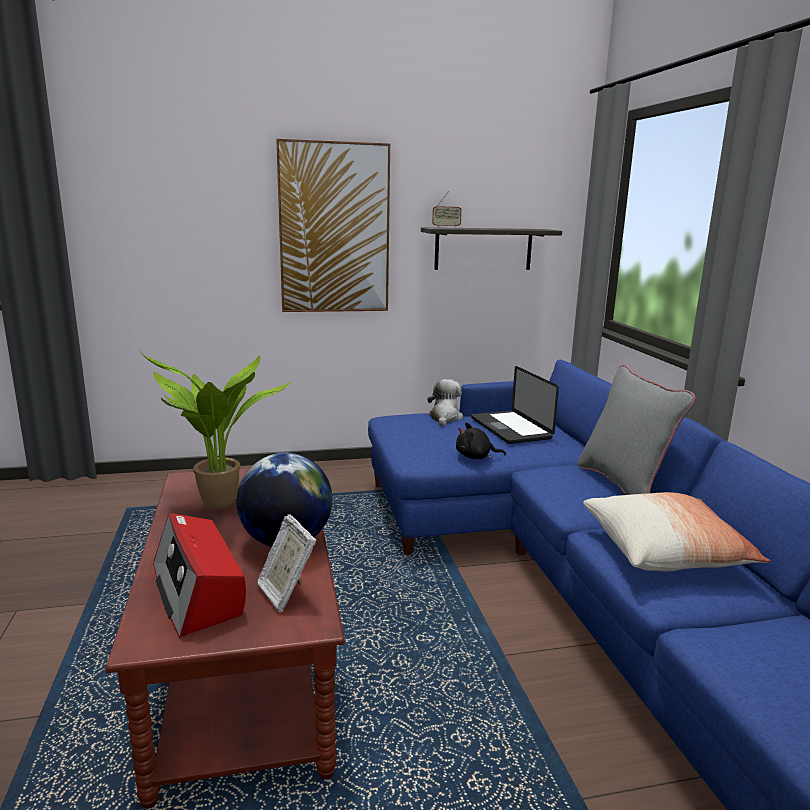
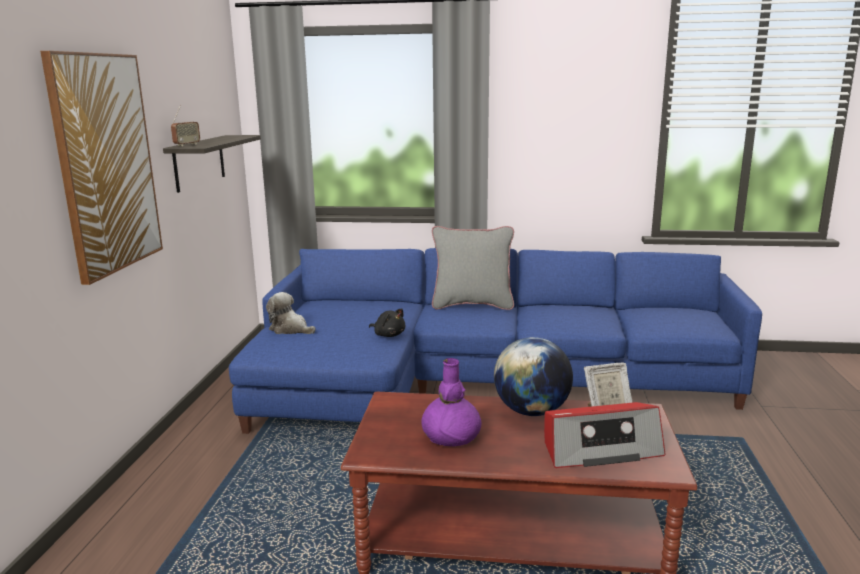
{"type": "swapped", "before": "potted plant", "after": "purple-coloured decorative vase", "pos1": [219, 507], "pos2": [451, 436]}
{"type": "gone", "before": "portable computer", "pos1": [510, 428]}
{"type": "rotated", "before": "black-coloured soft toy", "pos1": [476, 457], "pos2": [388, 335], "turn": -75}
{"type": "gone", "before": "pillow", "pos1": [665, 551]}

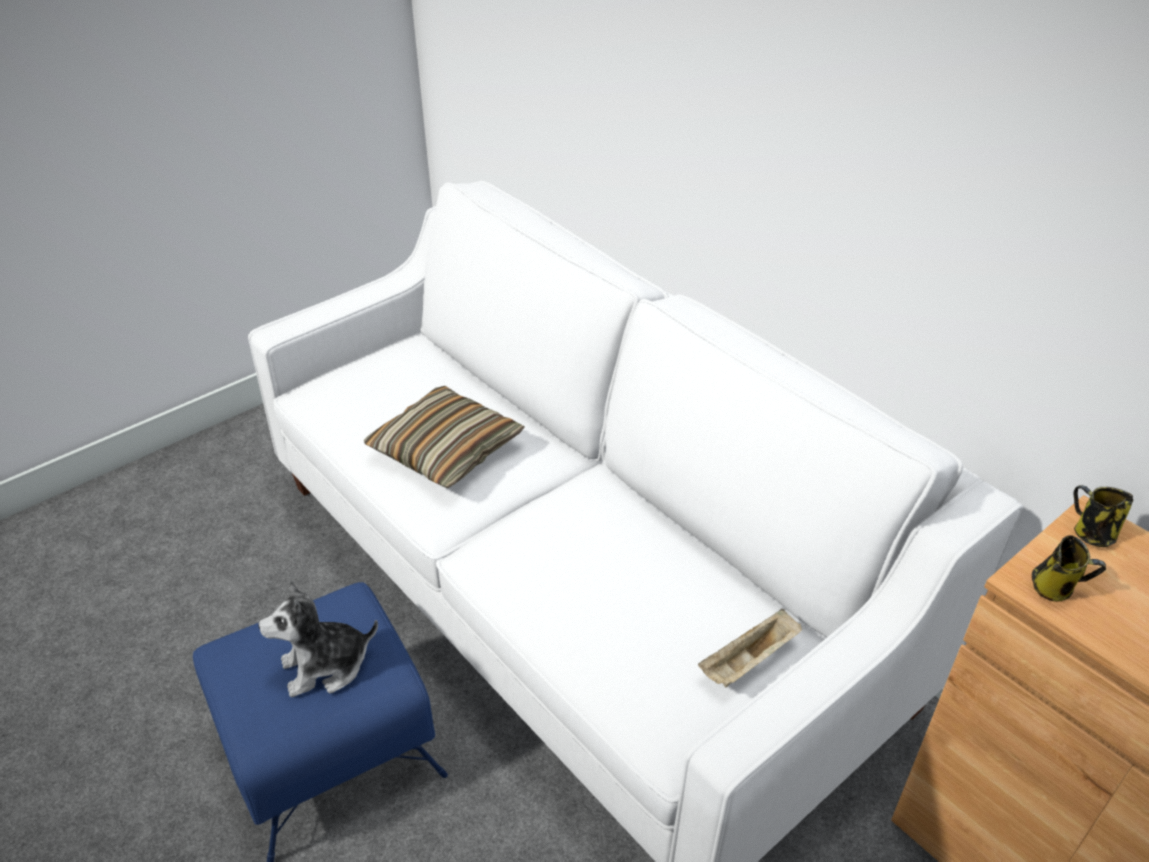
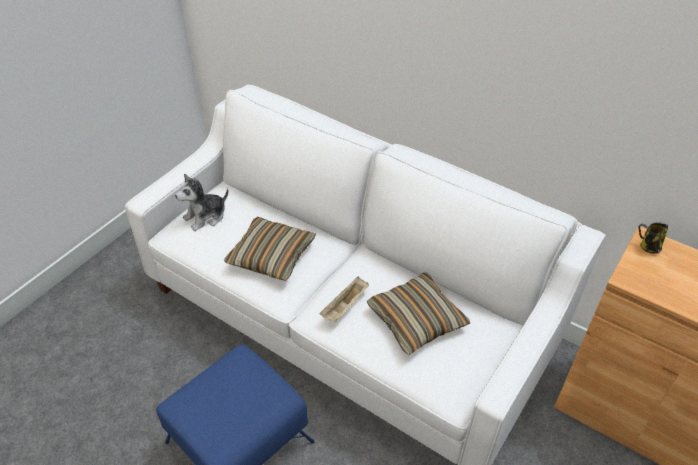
{"type": "gone", "before": "tea mug", "pos1": [1055, 588]}
{"type": "shifted", "before": "soft toy", "pos1": [325, 666], "pos2": [206, 216]}
{"type": "shifted", "before": "beige-coloured tray", "pos1": [749, 661], "pos2": [345, 306]}
{"type": "new", "after": "pillow", "pos2": [416, 319]}

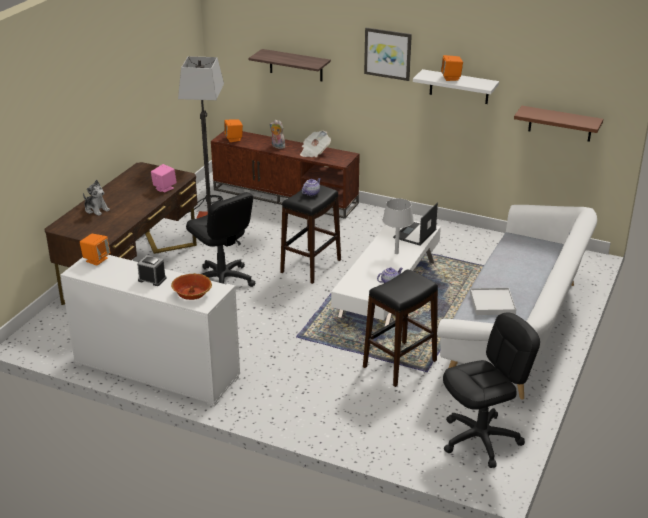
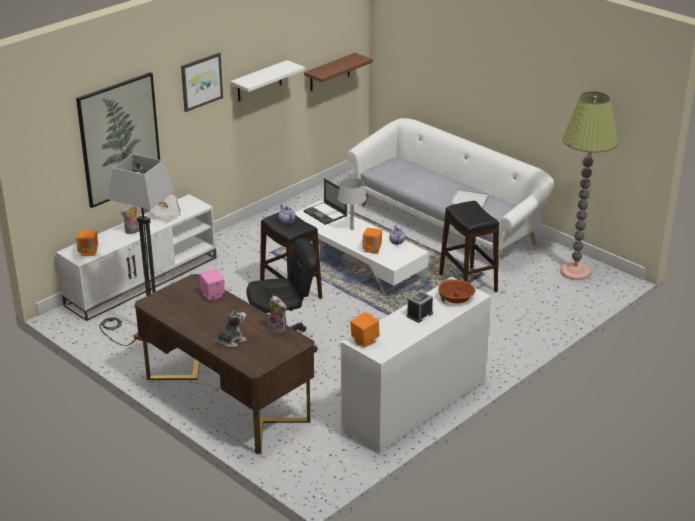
{"type": "swapped", "before": "shelf", "after": "wall art", "pos1": [296, 65], "pos2": [119, 139]}
{"type": "shifted", "before": "orangey audio speaker", "pos1": [451, 78], "pos2": [372, 249]}
{"type": "repainted", "before": "brown-coloured tv unit", "after": "white-coloured tv unit", "pos1": [286, 196], "pos2": [142, 280]}
{"type": "swapped", "before": "black-coloured desk chair", "after": "floor lamp", "pos1": [481, 439], "pos2": [575, 272]}
{"type": "new", "after": "soft toy", "pos2": [278, 328]}

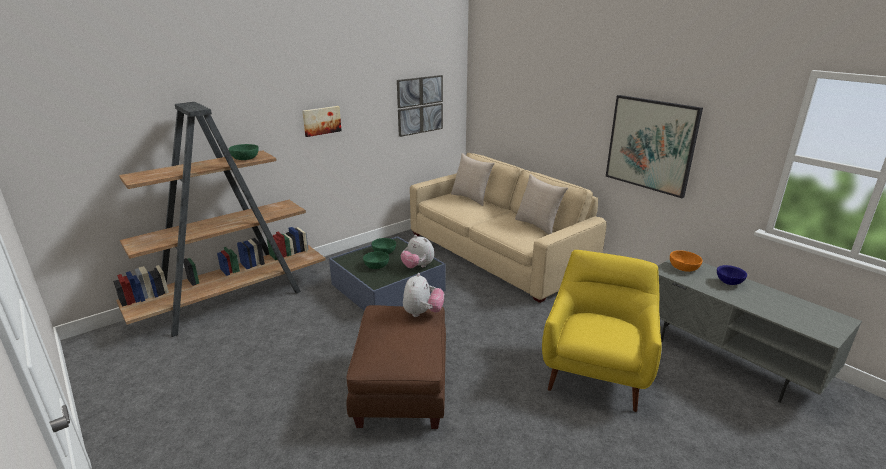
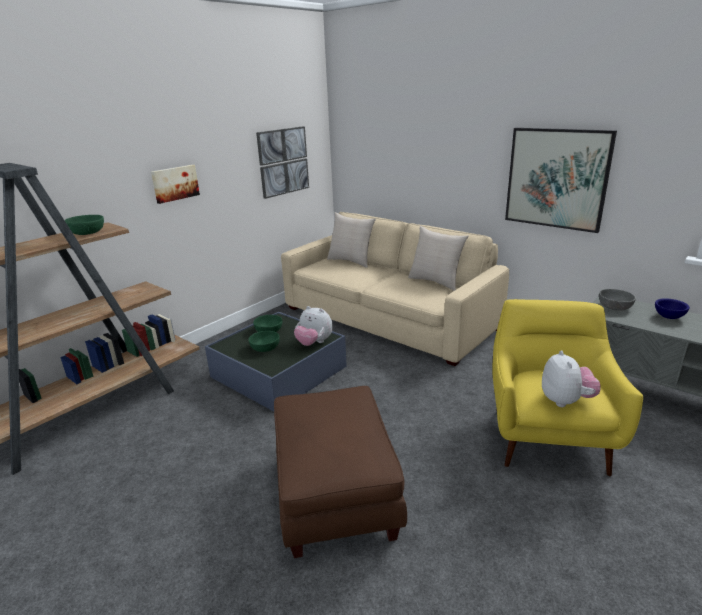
{"type": "repainted", "before": "orangey serving bowl", "after": "gray serving bowl", "pos1": [684, 267], "pos2": [614, 306]}
{"type": "shifted", "before": "soft toy", "pos1": [422, 313], "pos2": [566, 401]}

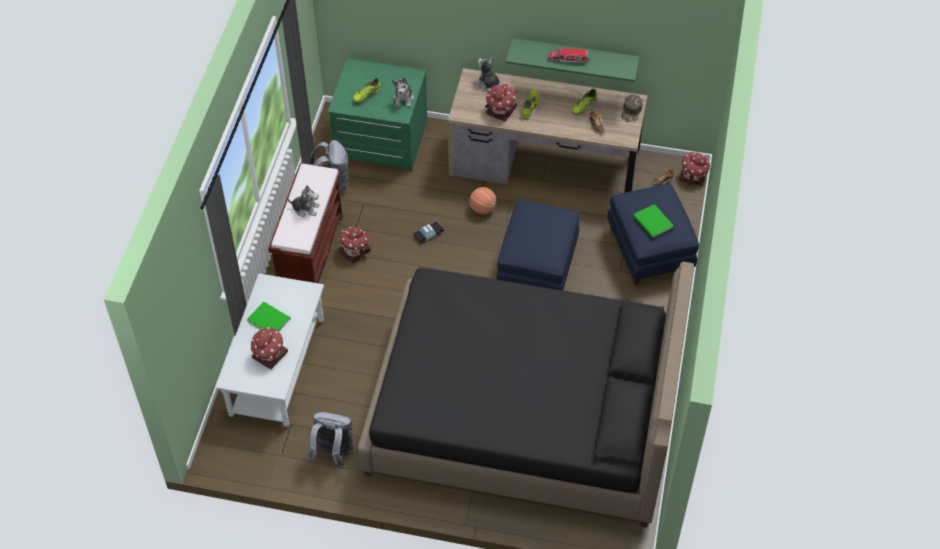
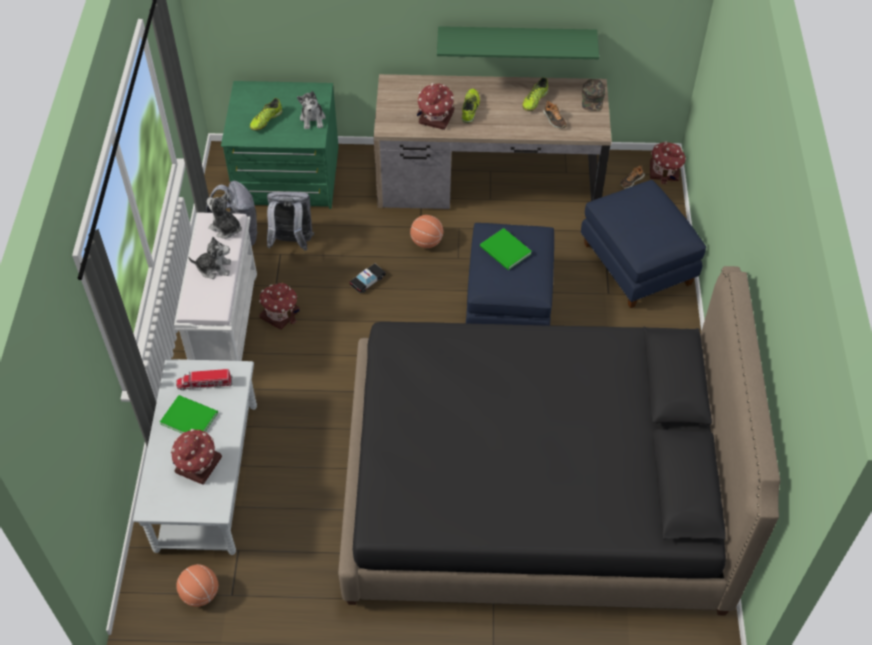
{"type": "shifted", "before": "toy lorry", "pos1": [568, 59], "pos2": [205, 384]}
{"type": "shifted", "before": "soft toy", "pos1": [488, 84], "pos2": [225, 229]}
{"type": "repainted", "before": "brown-coloured indoor bench", "after": "white-coloured indoor bench", "pos1": [310, 251], "pos2": [225, 322]}
{"type": "shifted", "before": "greenish bound book", "pos1": [652, 223], "pos2": [505, 251]}
{"type": "shifted", "before": "gray knapsack", "pos1": [333, 454], "pos2": [292, 242]}
{"type": "new", "after": "basketball", "pos2": [200, 593]}

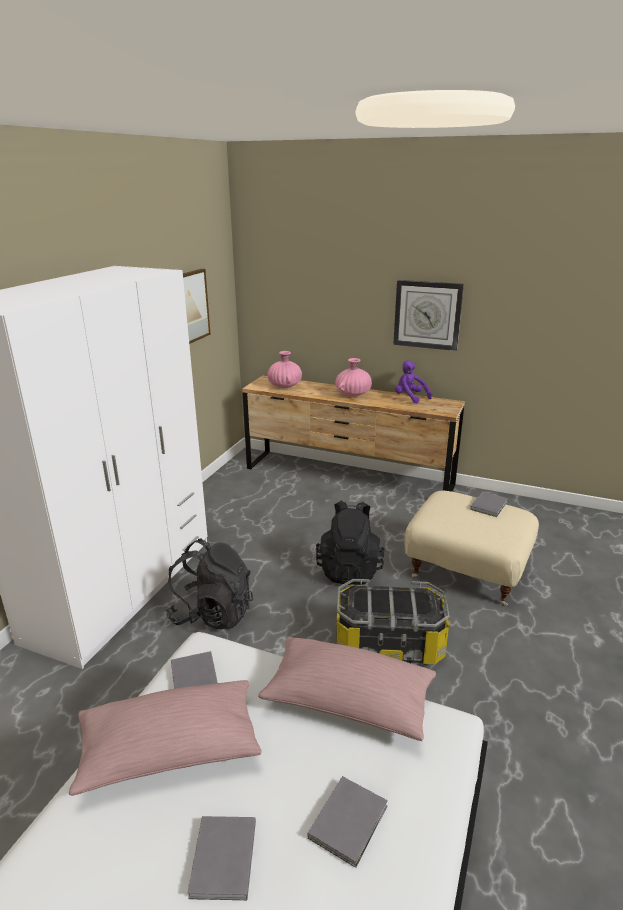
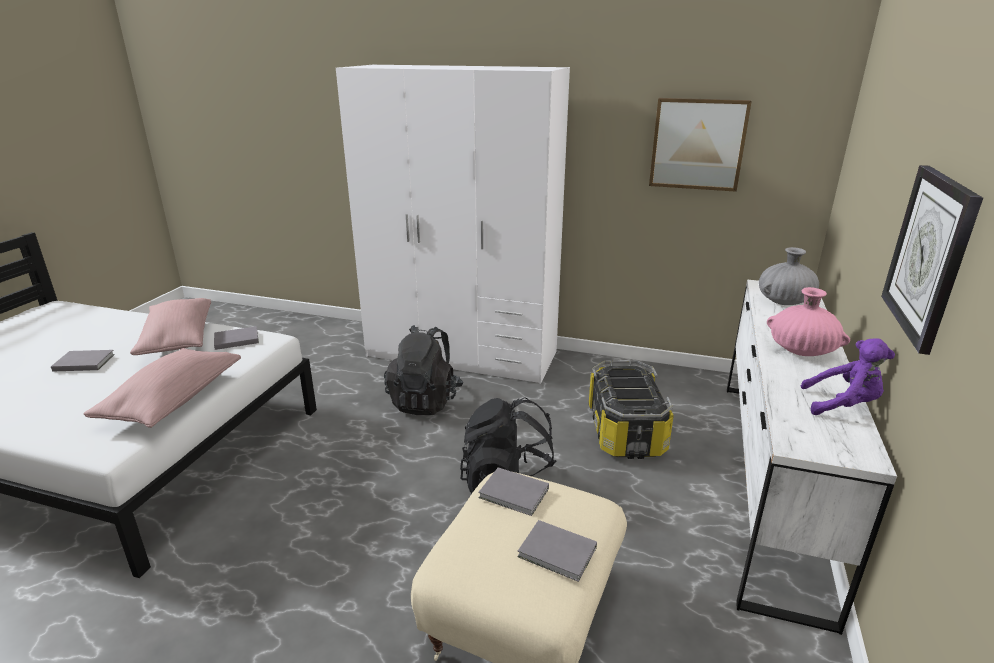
{"type": "repainted", "before": "pinkish decorative vase", "after": "gray decorative vase", "pos1": [285, 386], "pos2": [784, 302]}
{"type": "rotated", "before": "purple-coloured soft toy", "pos1": [410, 397], "pos2": [842, 405], "turn": 60}
{"type": "repainted", "before": "brown-coloured chest of drawers", "after": "white-coloured chest of drawers", "pos1": [347, 476], "pos2": [768, 480]}
{"type": "shifted", "before": "storage container", "pos1": [389, 643], "pos2": [626, 431]}
{"type": "shifted", "before": "gray bound book", "pos1": [350, 820], "pos2": [515, 494]}

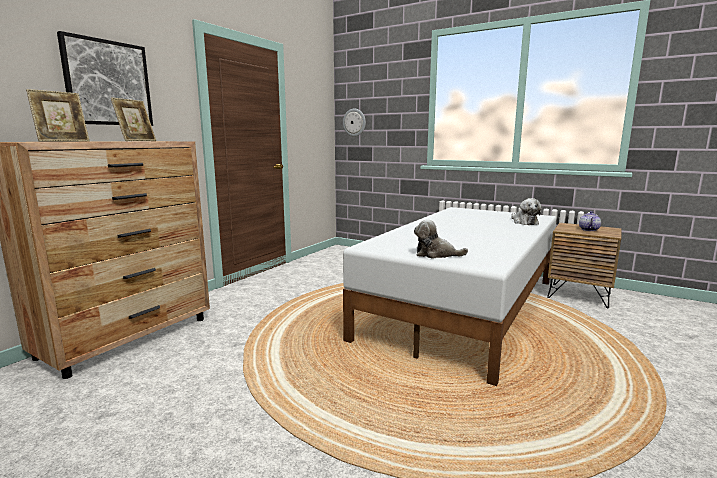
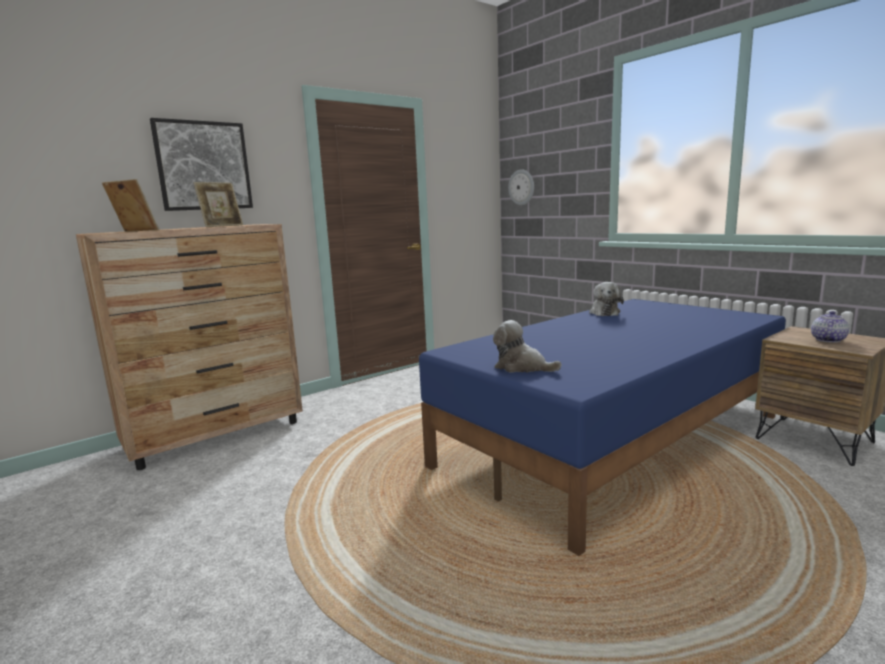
{"type": "rotated", "before": "picture frame", "pos1": [63, 141], "pos2": [135, 231], "turn": -135}
{"type": "shifted", "before": "soft toy", "pos1": [524, 222], "pos2": [604, 312]}
{"type": "repainted", "before": "white-coloured bedroom bed", "after": "blue-coloured bedroom bed", "pos1": [465, 307], "pos2": [614, 440]}

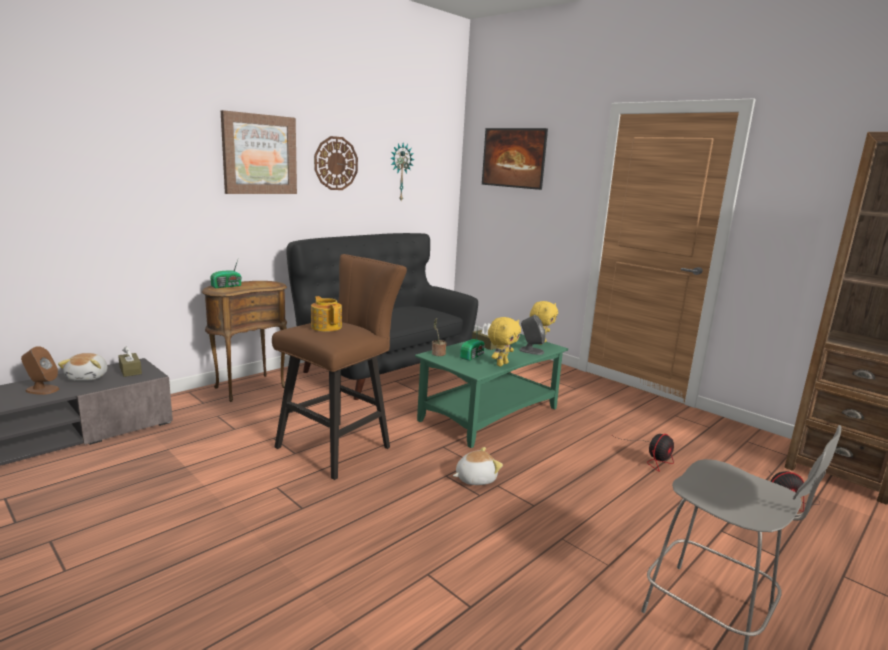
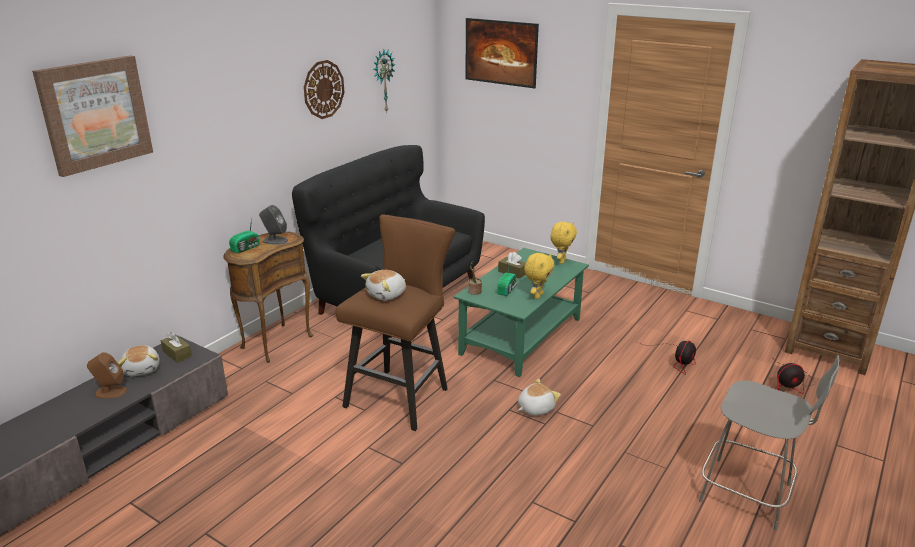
{"type": "shifted", "before": "wall art", "pos1": [259, 154], "pos2": [95, 114]}
{"type": "swapped", "before": "pot for tea", "after": "soft toy", "pos1": [326, 327], "pos2": [387, 295]}
{"type": "shifted", "before": "gray audio speaker", "pos1": [531, 351], "pos2": [275, 240]}

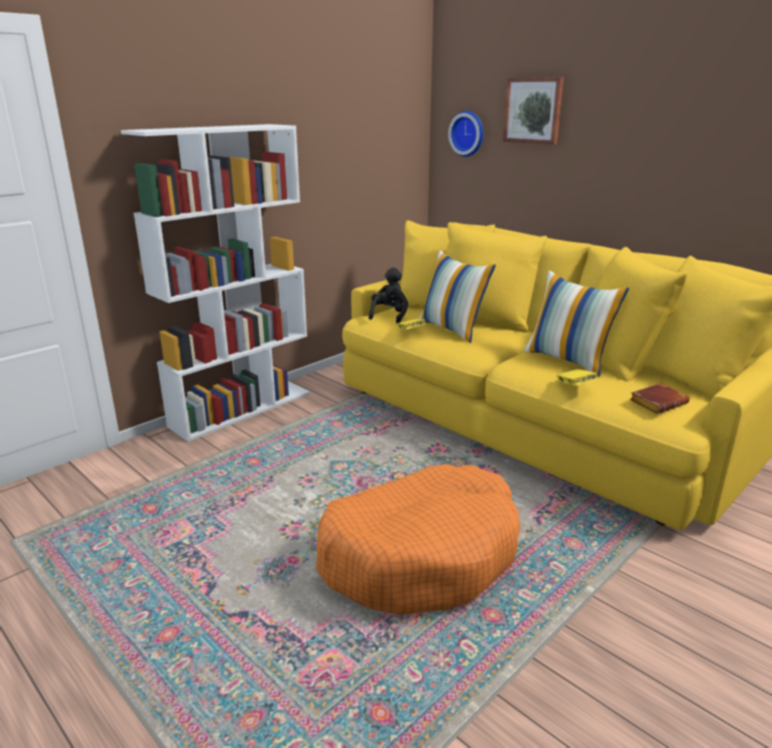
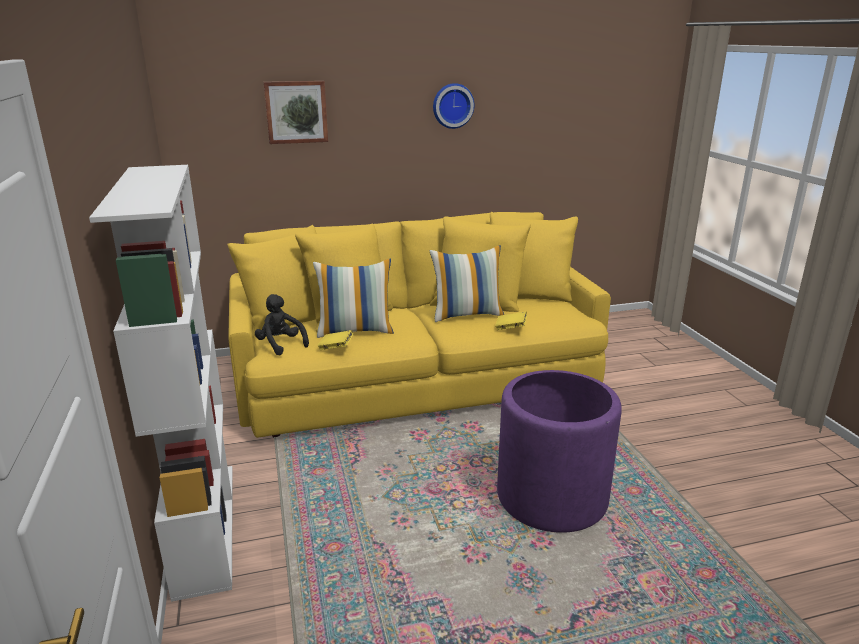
{"type": "shifted", "before": "hanging clock", "pos1": [468, 133], "pos2": [452, 105]}
{"type": "gone", "before": "brown-coloured bound book", "pos1": [658, 402]}
{"type": "swapped", "before": "orangey dog bed", "after": "purple-coloured plant pot", "pos1": [420, 554], "pos2": [552, 497]}

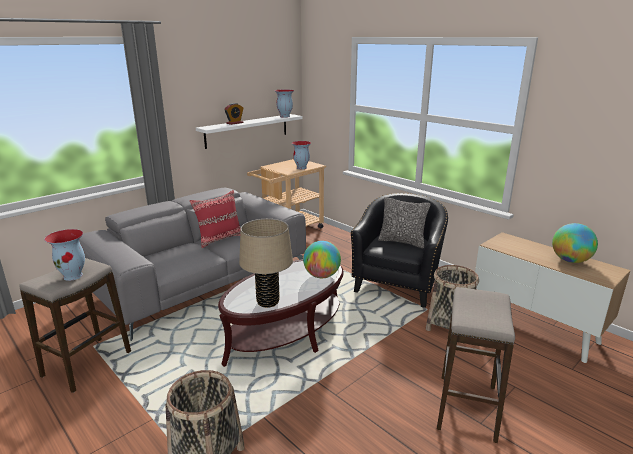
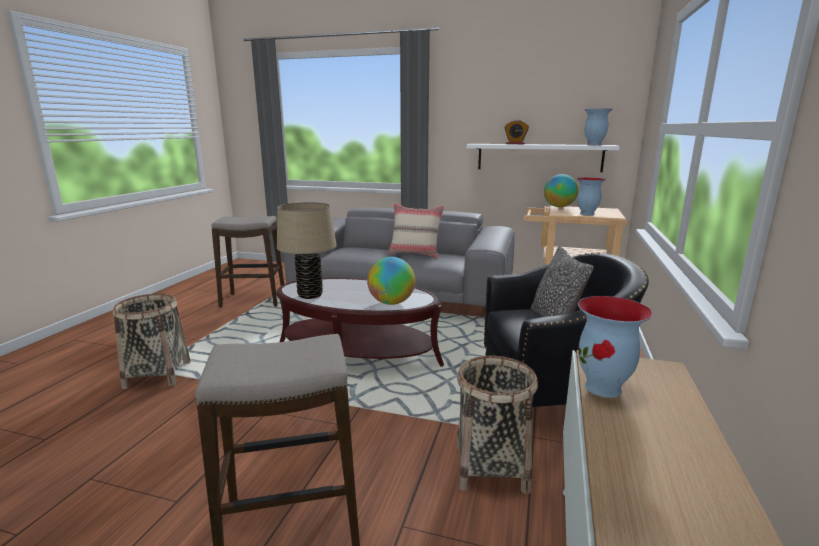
{"type": "repainted", "before": "red pillow", "after": "beige-coloured pillow", "pos1": [220, 239], "pos2": [415, 253]}
{"type": "shifted", "before": "world globe", "pos1": [570, 260], "pos2": [559, 207]}
{"type": "shifted", "before": "decorative vase", "pos1": [73, 276], "pos2": [604, 388]}

